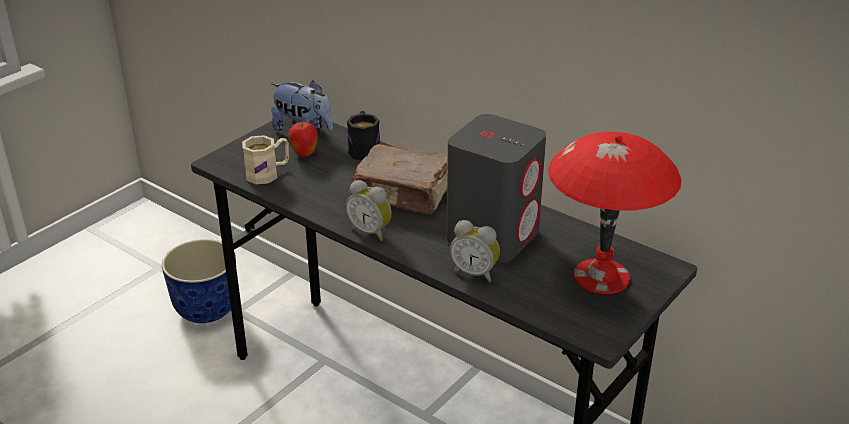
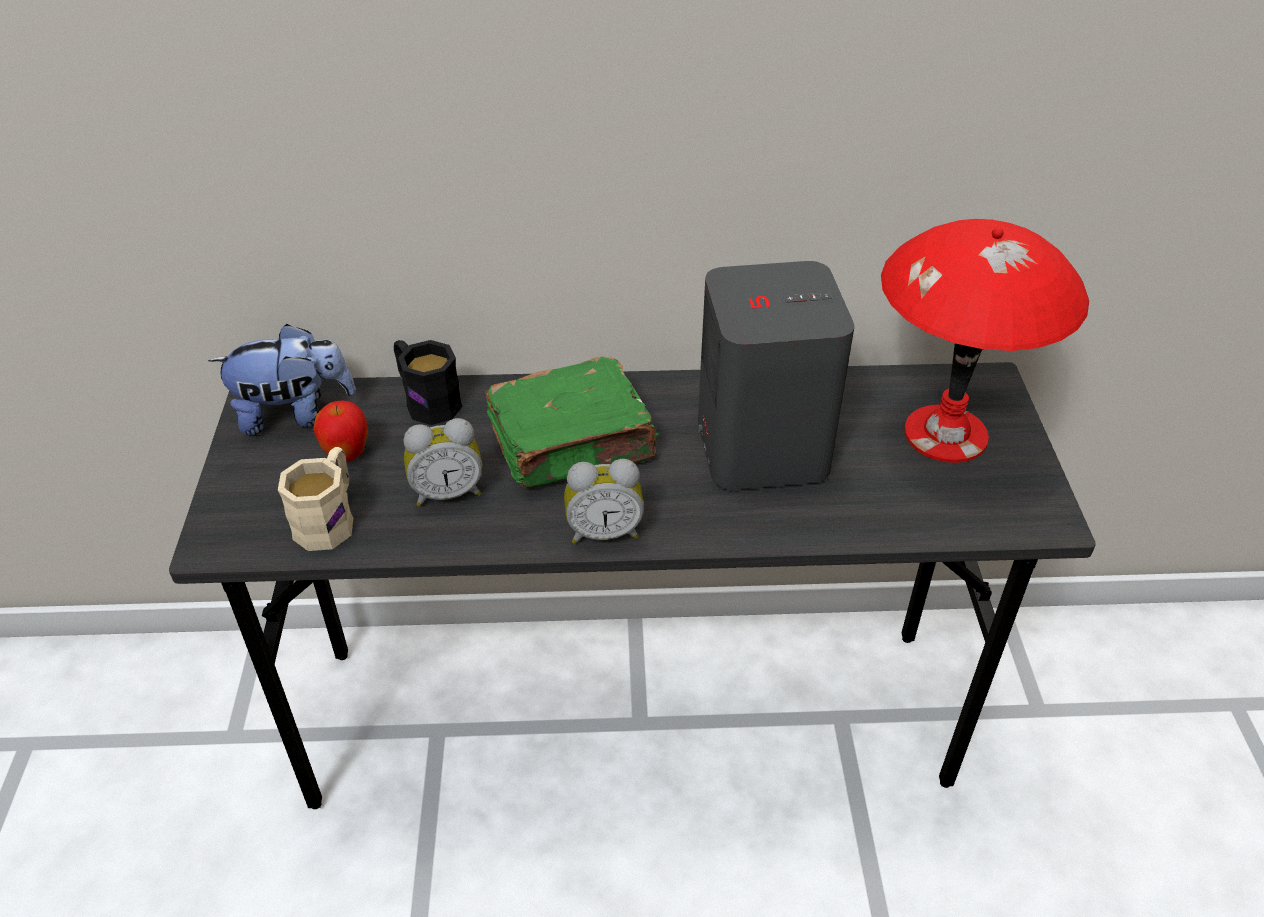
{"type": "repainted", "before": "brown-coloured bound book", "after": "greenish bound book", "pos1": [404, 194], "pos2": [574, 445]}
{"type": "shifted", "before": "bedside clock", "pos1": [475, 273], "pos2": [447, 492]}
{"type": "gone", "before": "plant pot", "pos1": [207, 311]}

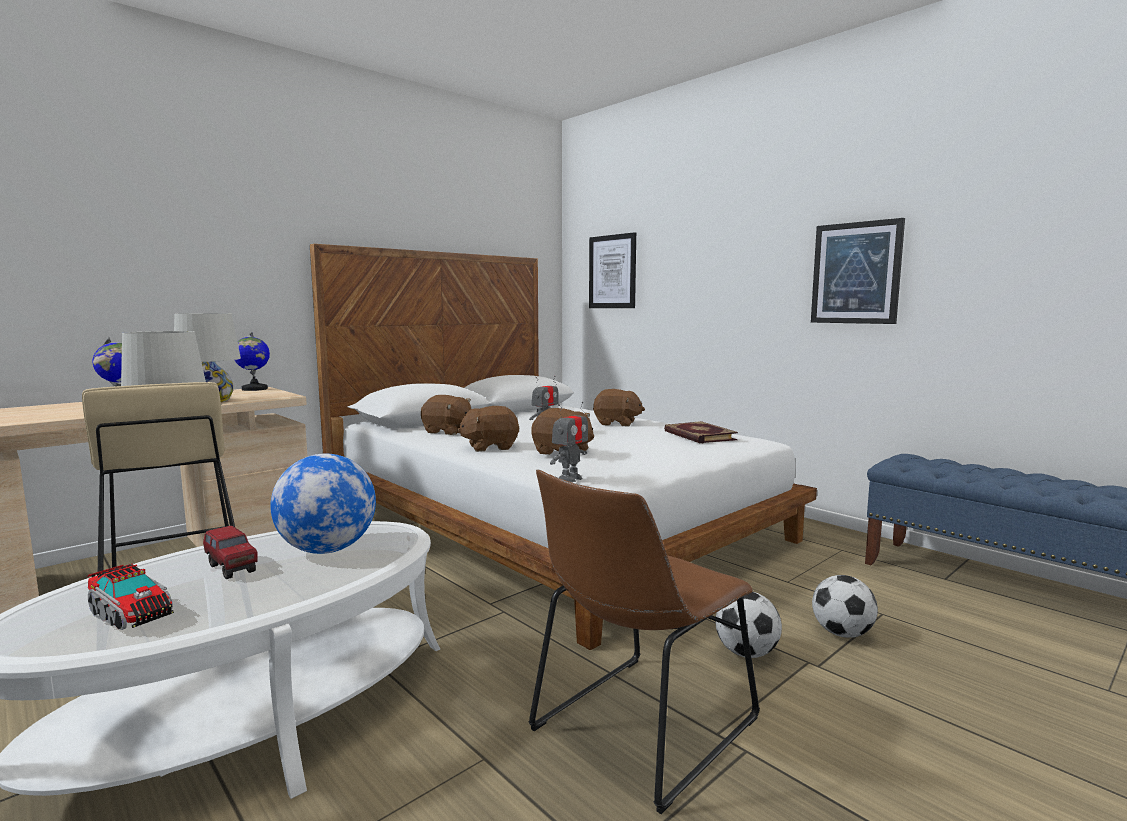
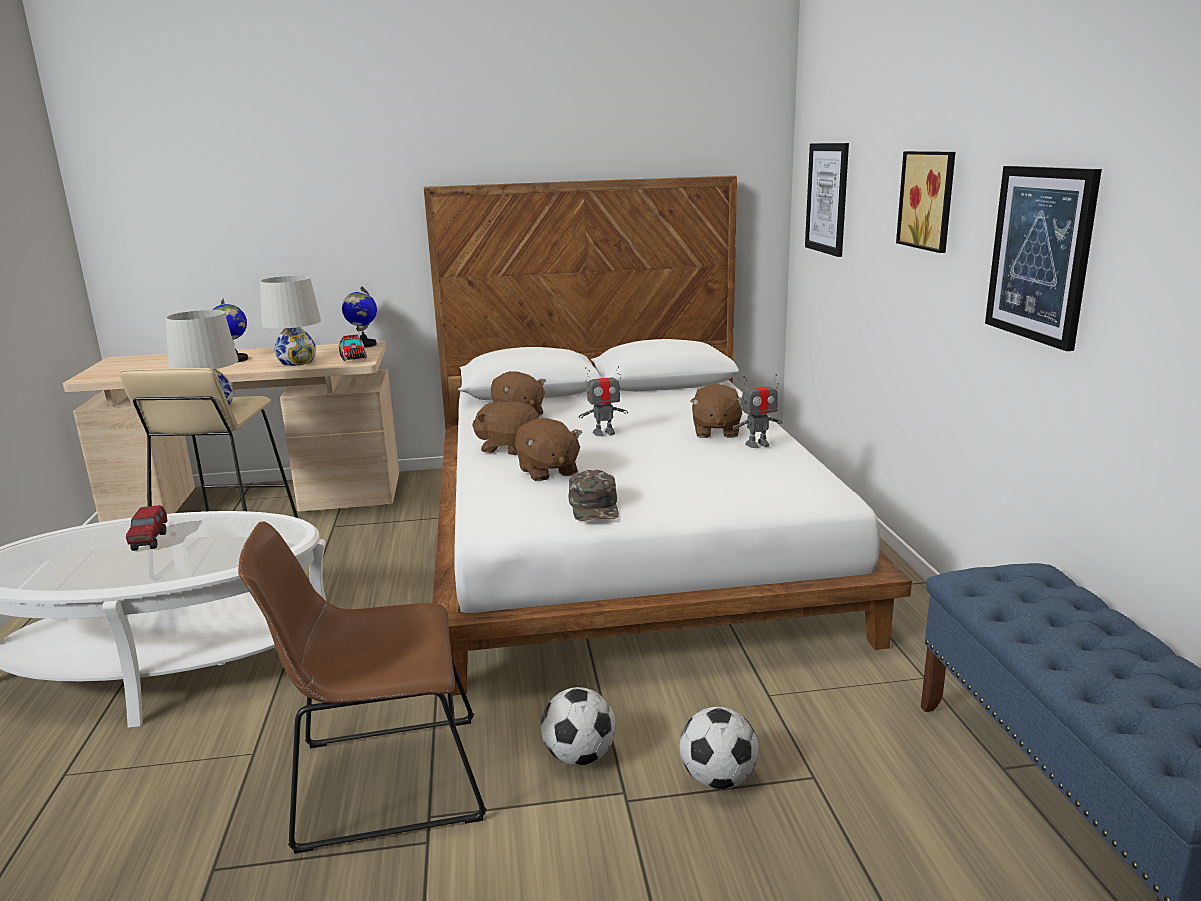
{"type": "rotated", "before": "brown-coloured soft toy", "pos1": [617, 423], "pos2": [715, 431], "turn": 45}
{"type": "shifted", "before": "model robot", "pos1": [570, 479], "pos2": [757, 444]}
{"type": "gone", "before": "bound book", "pos1": [698, 436]}
{"type": "gone", "before": "world globe", "pos1": [327, 550]}
{"type": "shifted", "before": "toy lorry", "pos1": [130, 613], "pos2": [353, 357]}
{"type": "new", "after": "wall art", "pos2": [930, 200]}
{"type": "new", "after": "greenish baseball cap", "pos2": [595, 506]}

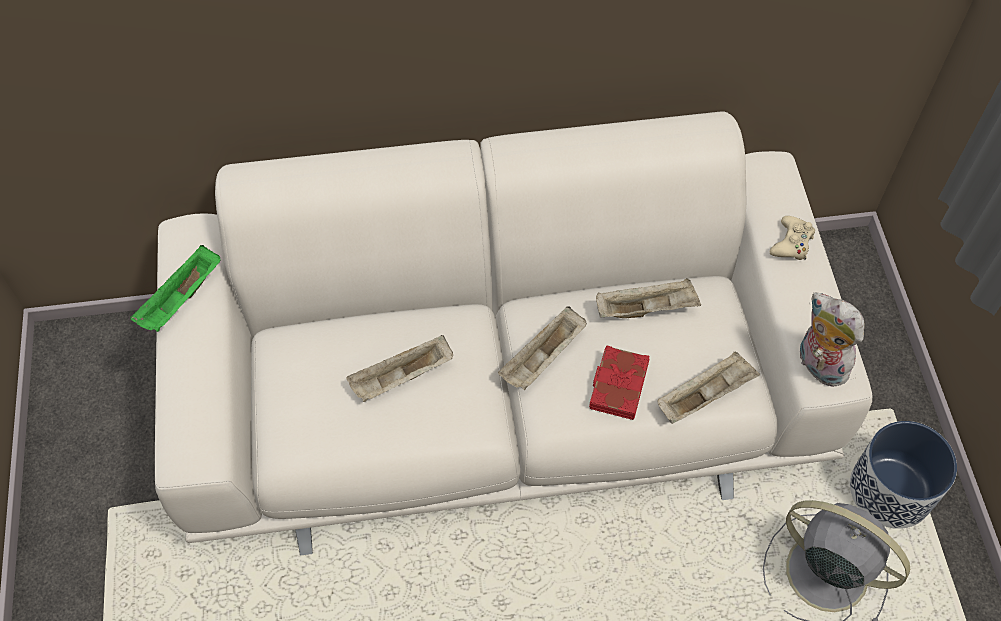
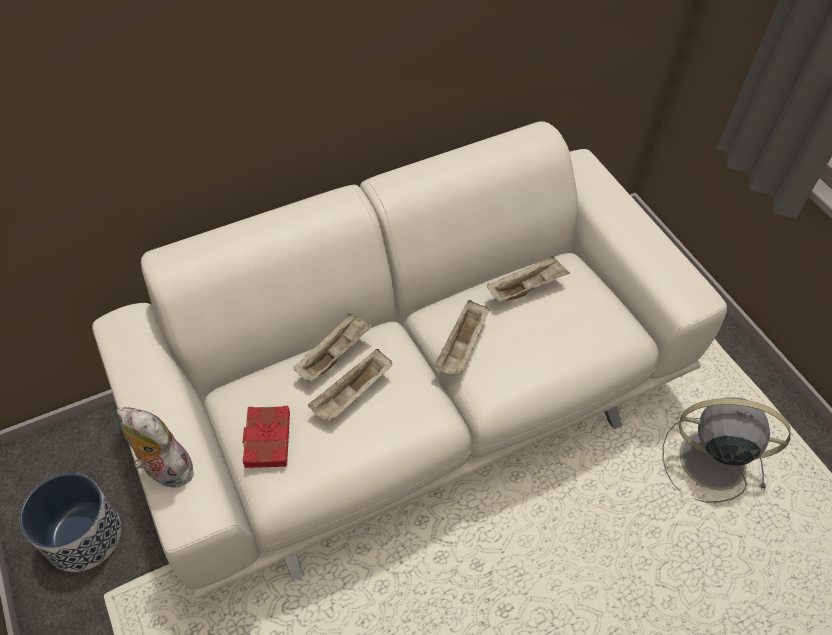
{"type": "gone", "before": "beige-coloured gamepad", "pos1": [792, 243]}
{"type": "gone", "before": "greenish tray", "pos1": [181, 300]}
{"type": "shifted", "before": "soft toy", "pos1": [818, 365], "pos2": [164, 469]}
{"type": "shifted", "before": "red bound book", "pos1": [617, 386], "pos2": [266, 440]}
{"type": "shifted", "before": "beige-coloured tray", "pos1": [705, 395], "pos2": [334, 355]}
{"type": "shifted", "before": "plant pot", "pos1": [889, 490], "pos2": [83, 536]}

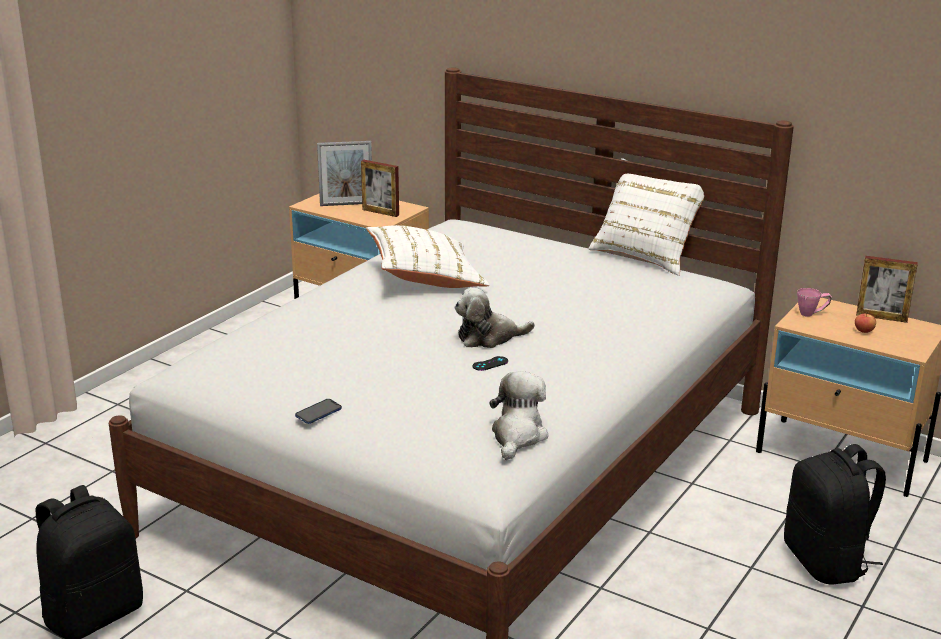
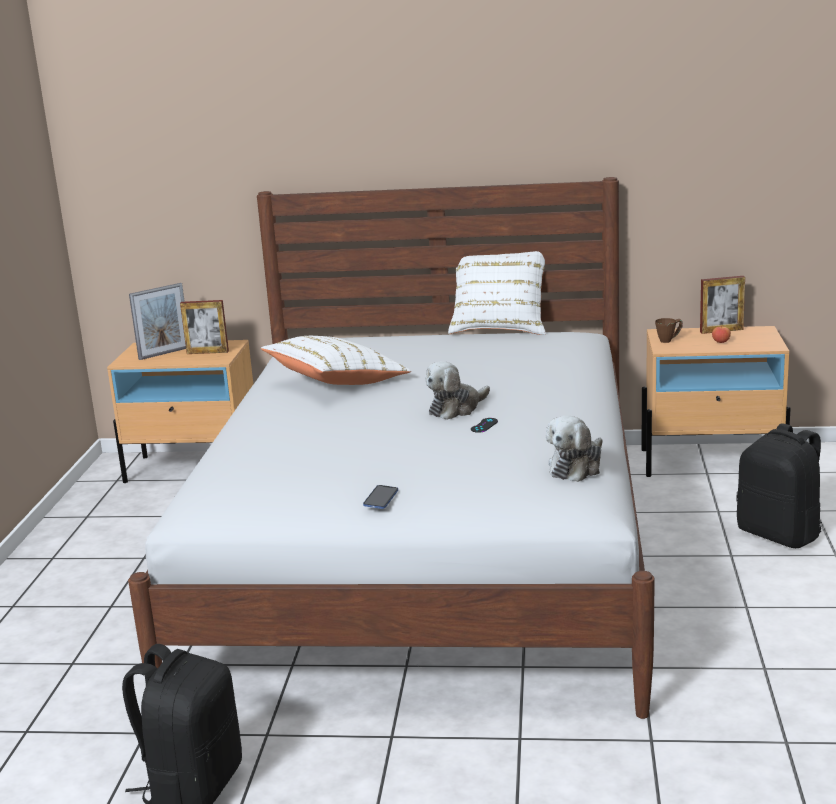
{"type": "repainted", "before": "pinkish tea mug", "after": "brown-coloured tea mug", "pos1": [812, 314], "pos2": [669, 340]}
{"type": "rotated", "before": "soft toy", "pos1": [517, 436], "pos2": [577, 467], "turn": -135}

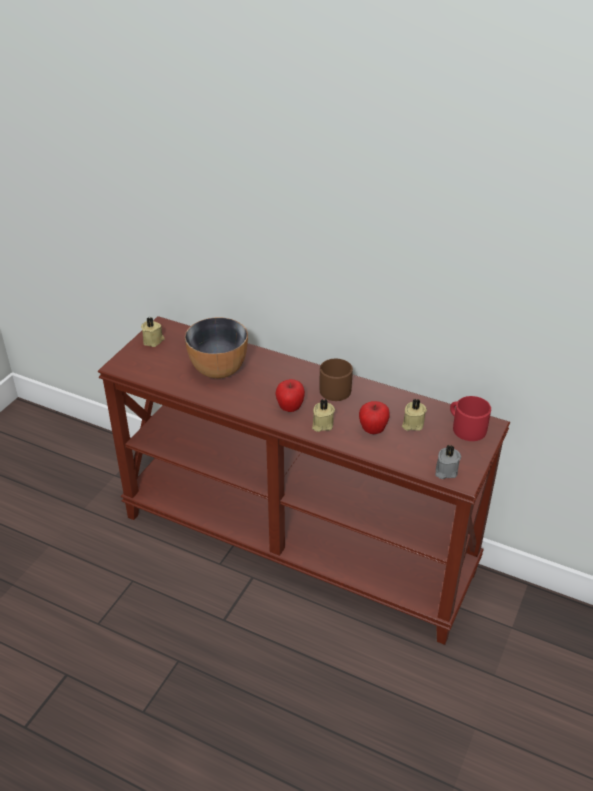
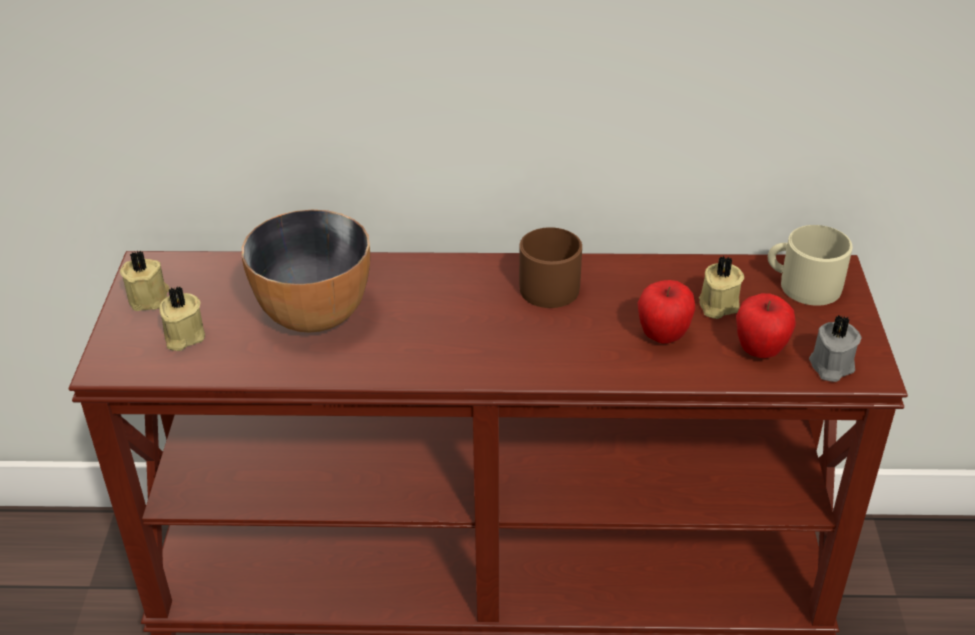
{"type": "shifted", "before": "apple", "pos1": [290, 408], "pos2": [760, 351]}
{"type": "repainted", "before": "red tea mug", "after": "beige-coloured tea mug", "pos1": [466, 427], "pos2": [802, 285]}
{"type": "shifted", "before": "beige-coloured wax light", "pos1": [322, 424], "pos2": [183, 336]}

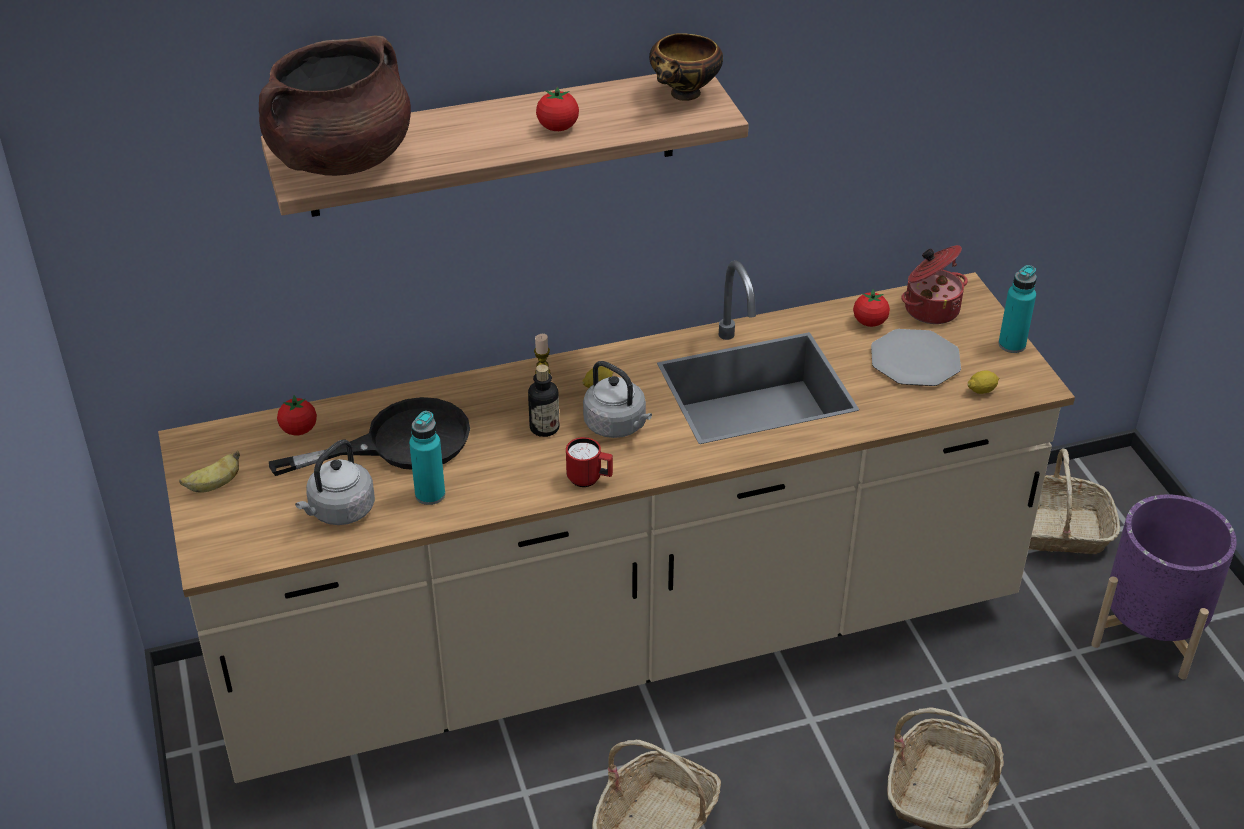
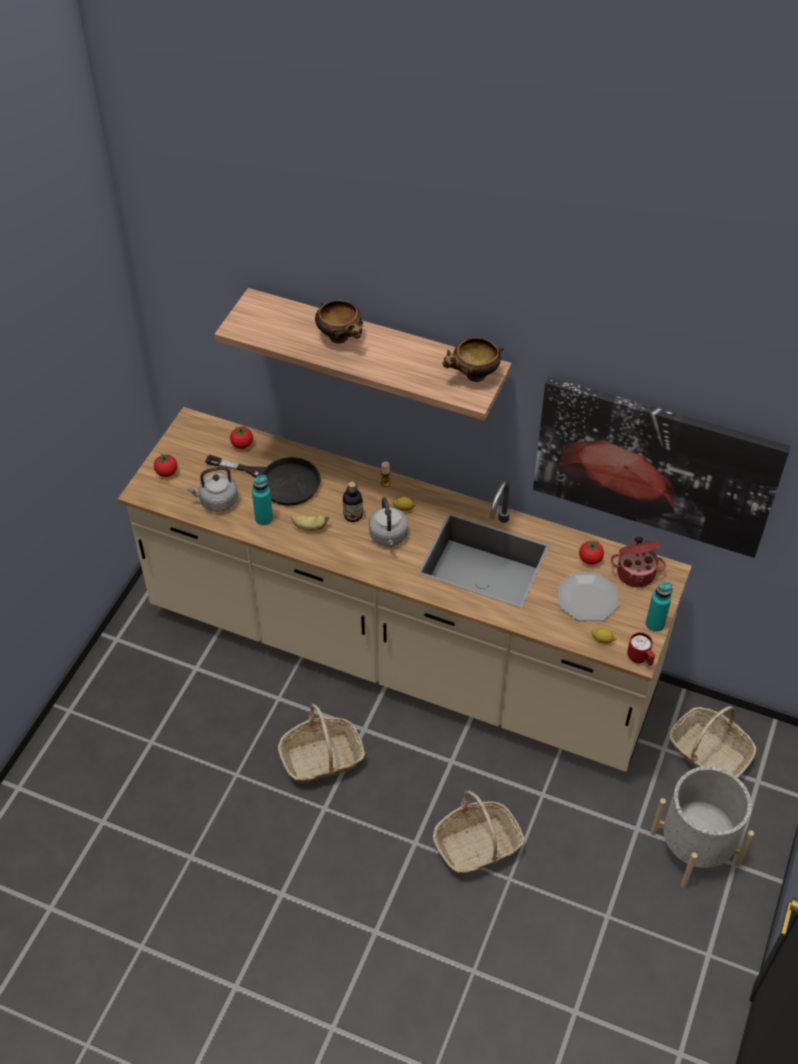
{"type": "gone", "before": "brown-coloured cooking pot", "pos1": [340, 159]}
{"type": "shifted", "before": "fresh tomato", "pos1": [558, 127], "pos2": [167, 472]}
{"type": "shifted", "before": "red tea mug", "pos1": [589, 479], "pos2": [640, 659]}
{"type": "shifted", "before": "whole banana", "pos1": [214, 485], "pos2": [309, 527]}
{"type": "repainted", "before": "purple-coloured plant pot", "after": "gray plant pot", "pos1": [1150, 631], "pos2": [695, 848]}
{"type": "new", "after": "serving bowl", "pos2": [340, 338]}
{"type": "new", "after": "wall art", "pos2": [655, 465]}

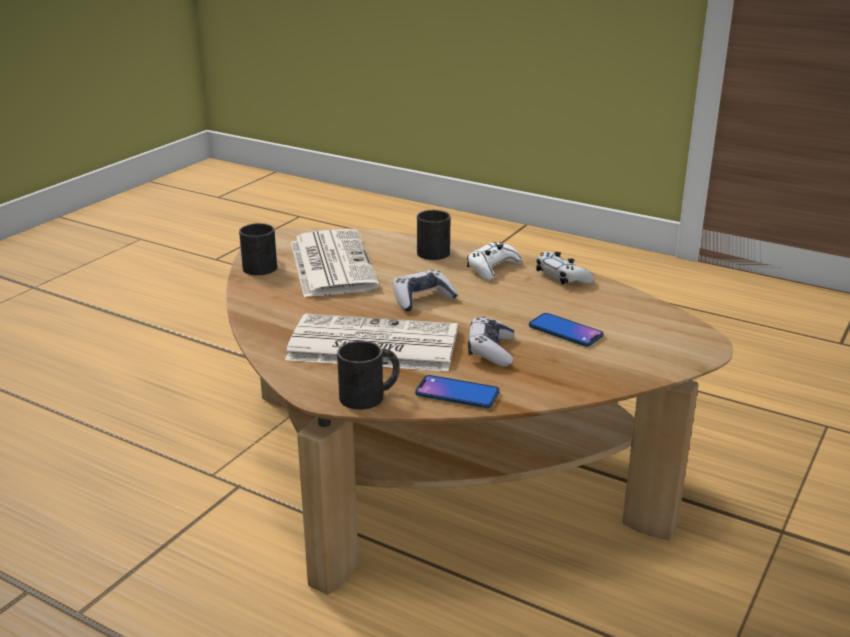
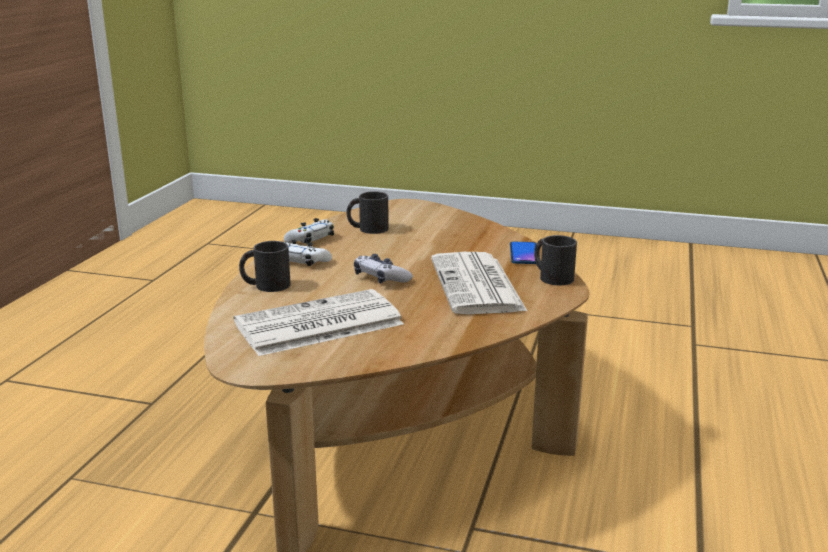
{"type": "shifted", "before": "black-coloured tea mug", "pos1": [262, 265], "pos2": [367, 229]}
{"type": "gone", "before": "phone", "pos1": [565, 331]}
{"type": "gone", "before": "gamepad", "pos1": [491, 351]}

